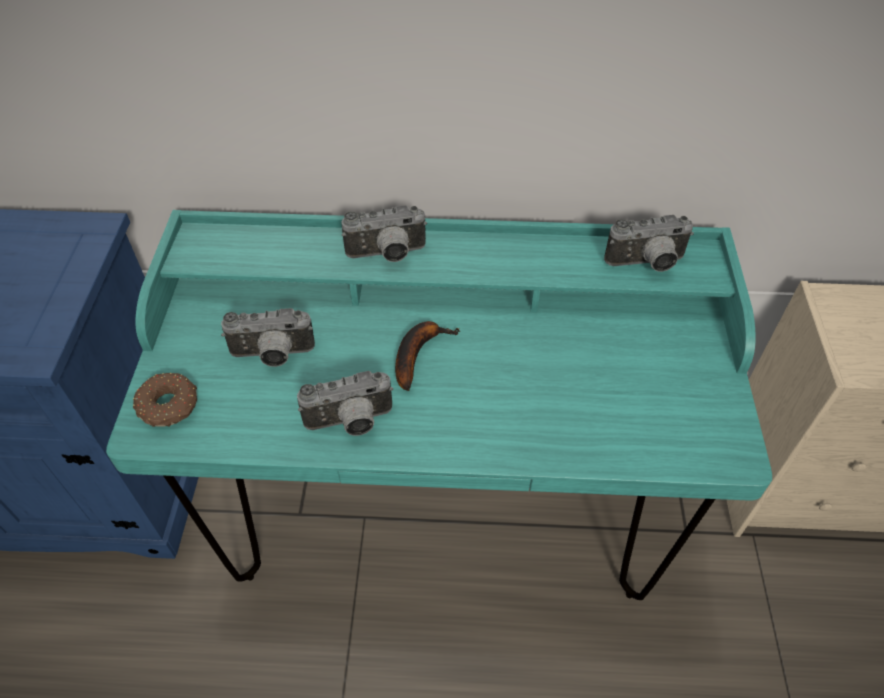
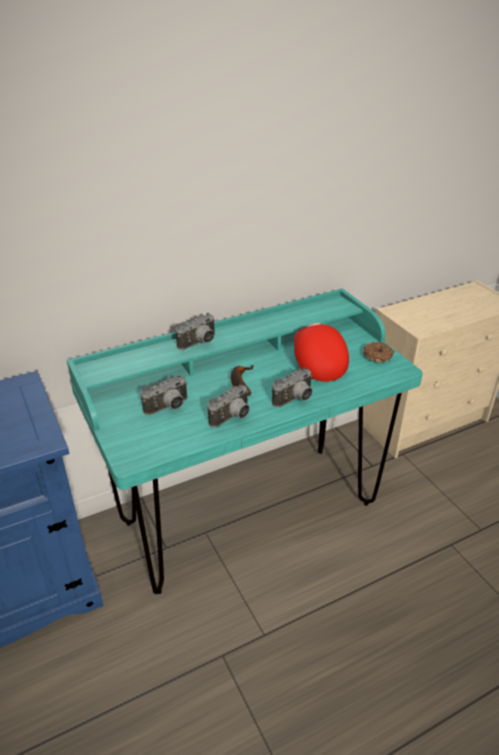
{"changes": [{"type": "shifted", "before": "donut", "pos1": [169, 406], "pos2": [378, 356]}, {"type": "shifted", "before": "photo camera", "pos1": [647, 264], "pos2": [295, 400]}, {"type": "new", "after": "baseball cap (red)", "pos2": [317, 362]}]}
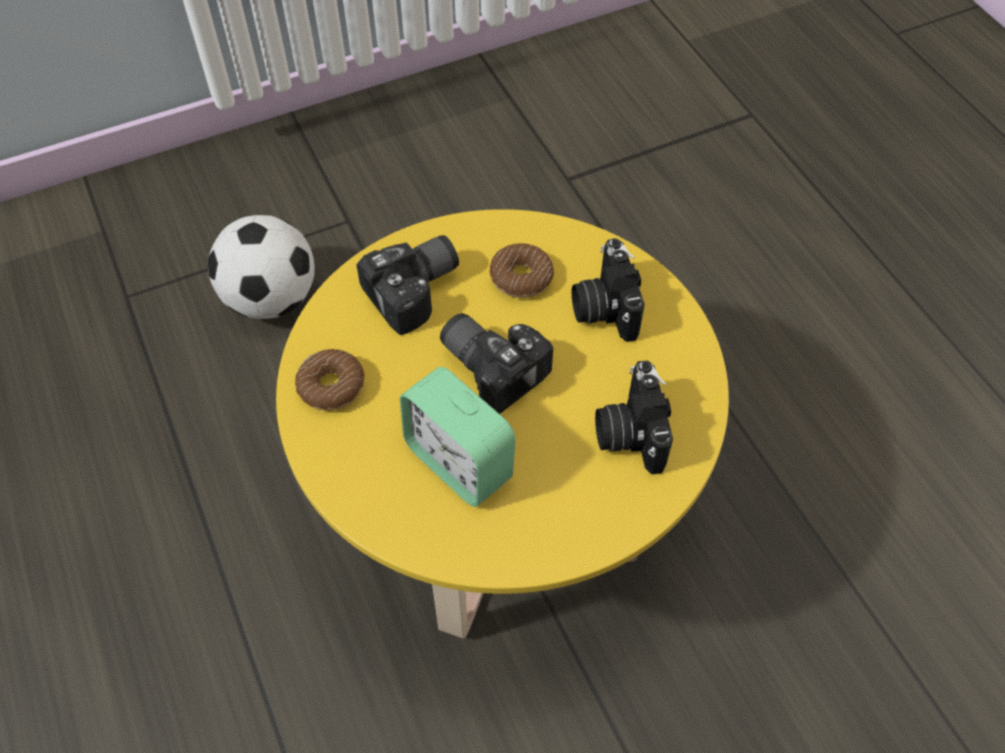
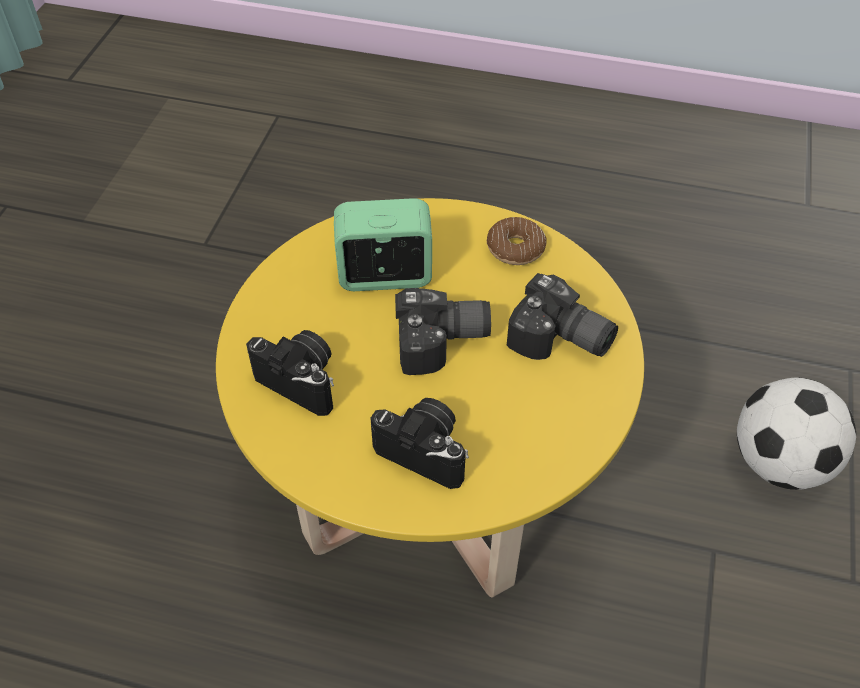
{"changes": [{"type": "rotated", "before": "photo camera", "pos1": [417, 292], "pos2": [560, 341], "turn": -60}, {"type": "gone", "before": "donut", "pos1": [521, 277]}]}
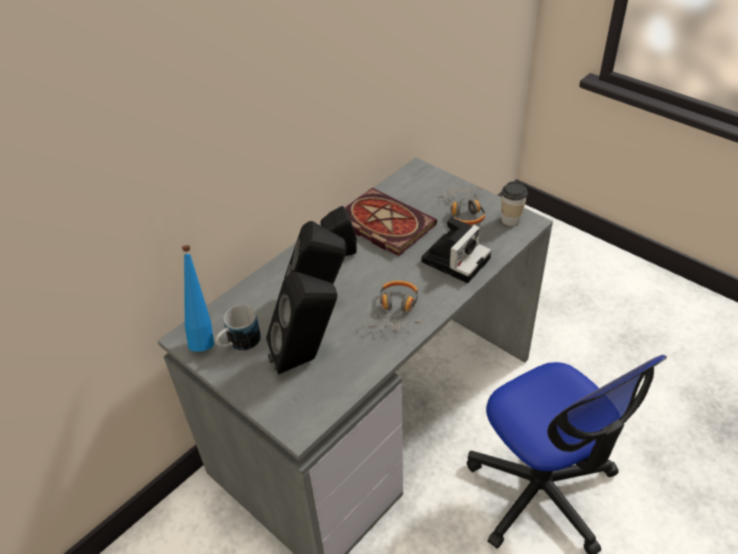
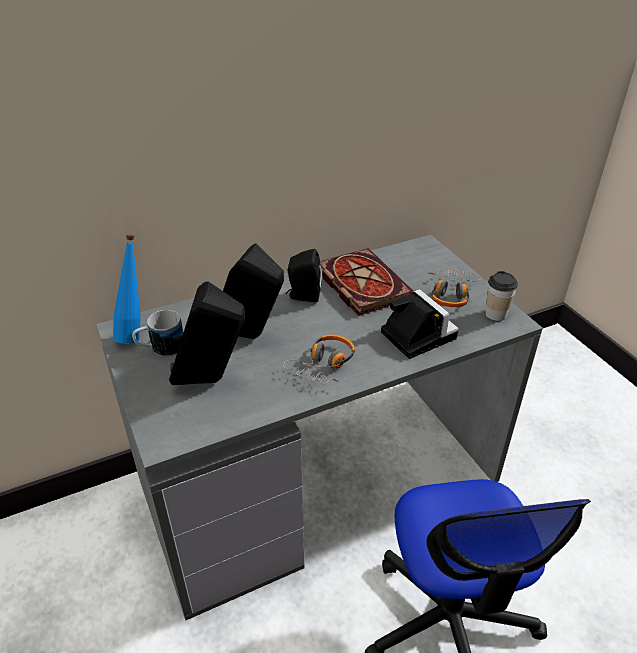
{"changes": [{"type": "rotated", "before": "photo camera", "pos1": [456, 258], "pos2": [416, 334], "turn": -90}]}
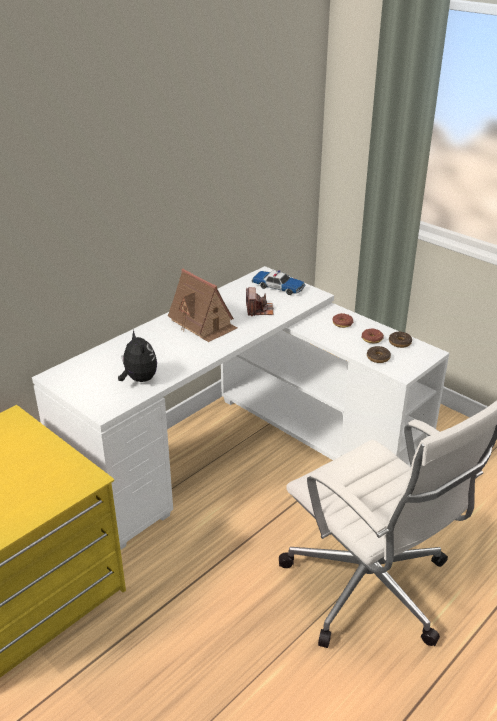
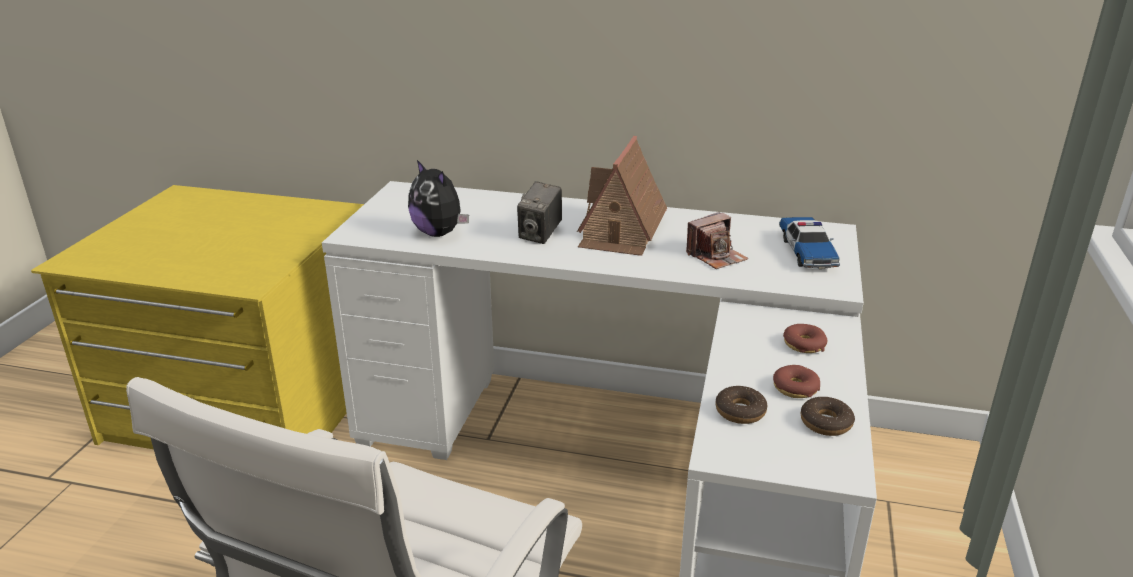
{"changes": [{"type": "rotated", "before": "plush toy", "pos1": [139, 379], "pos2": [439, 233], "turn": 105}, {"type": "new", "after": "photo camera", "pos2": [540, 235]}]}
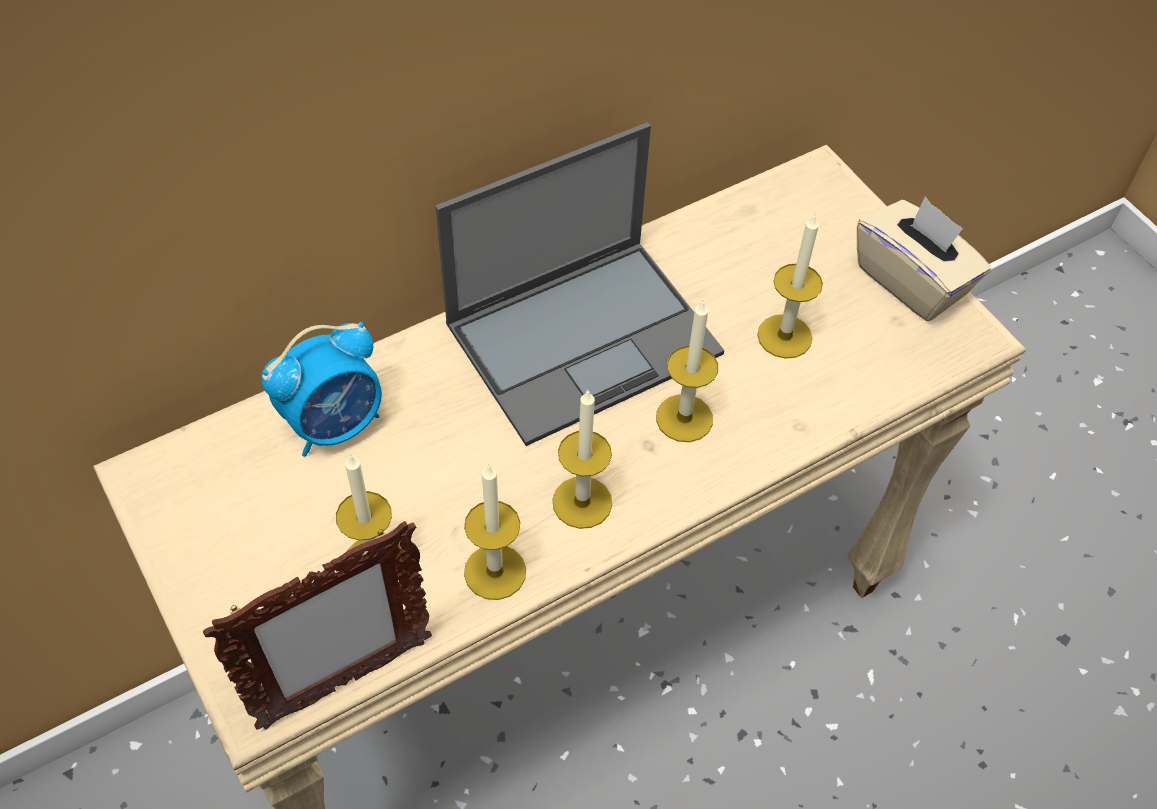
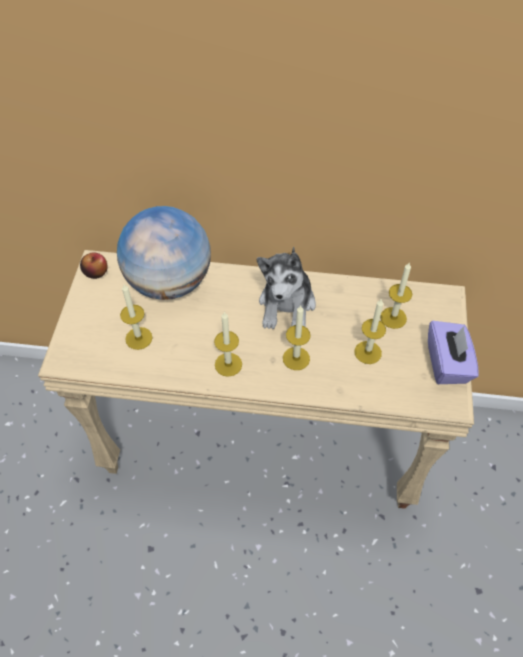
{"changes": [{"type": "gone", "before": "standing frame", "pos1": [344, 683]}, {"type": "swapped", "before": "table clock", "after": "world globe", "pos1": [335, 423], "pos2": [170, 282]}, {"type": "swapped", "before": "laptop", "after": "plush toy", "pos1": [586, 337], "pos2": [287, 305]}, {"type": "shifted", "before": "candle", "pos1": [495, 572], "pos2": [393, 317]}, {"type": "repainted", "before": "box of tissues (sand-coloured)", "after": "box of tissues (purple)", "pos1": [912, 280], "pos2": [447, 363]}, {"type": "new", "after": "apple", "pos2": [96, 272]}]}
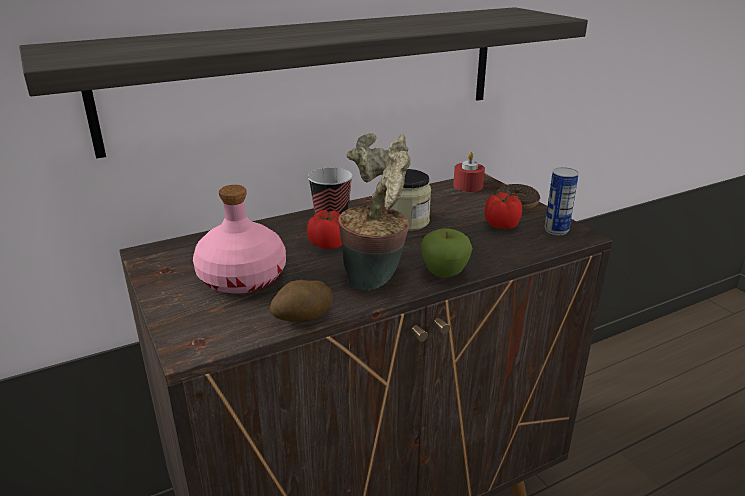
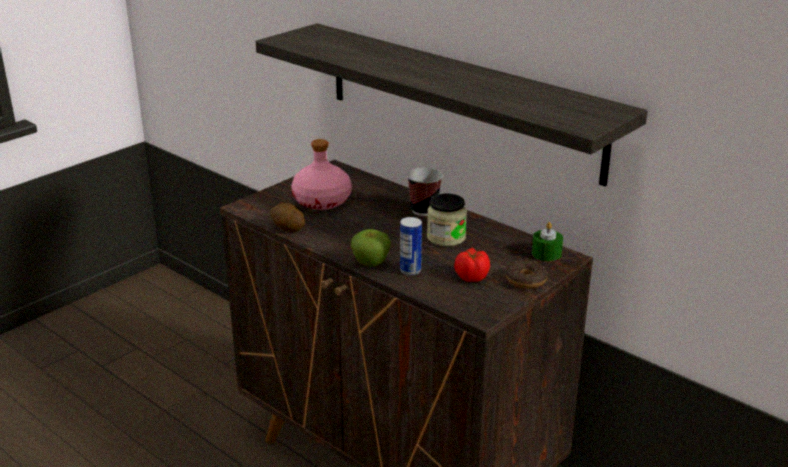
{"changes": [{"type": "gone", "before": "tomato", "pos1": [328, 244]}, {"type": "gone", "before": "houseplant", "pos1": [376, 279]}, {"type": "repainted", "before": "candle (red)", "after": "candle (green-coloured)", "pos1": [468, 186], "pos2": [546, 253]}, {"type": "shifted", "before": "can", "pos1": [556, 230], "pos2": [410, 270]}]}
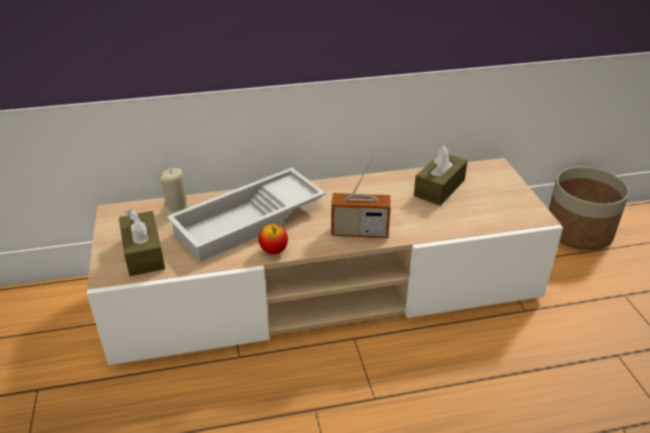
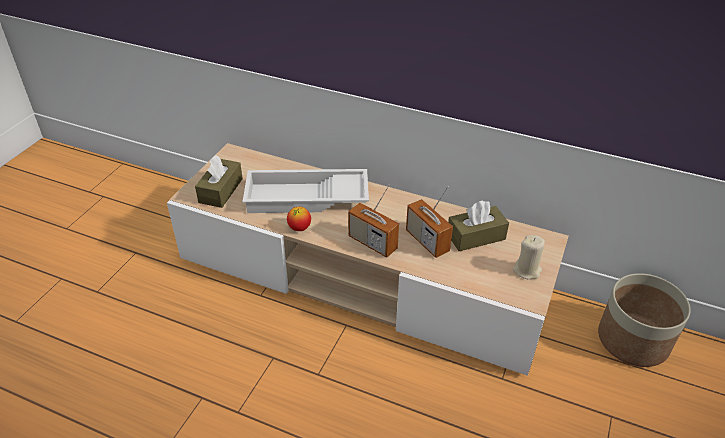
{"changes": [{"type": "shifted", "before": "candle (sand-coloured)", "pos1": [177, 209], "pos2": [527, 270]}, {"type": "new", "after": "radio receiver", "pos2": [427, 241]}]}
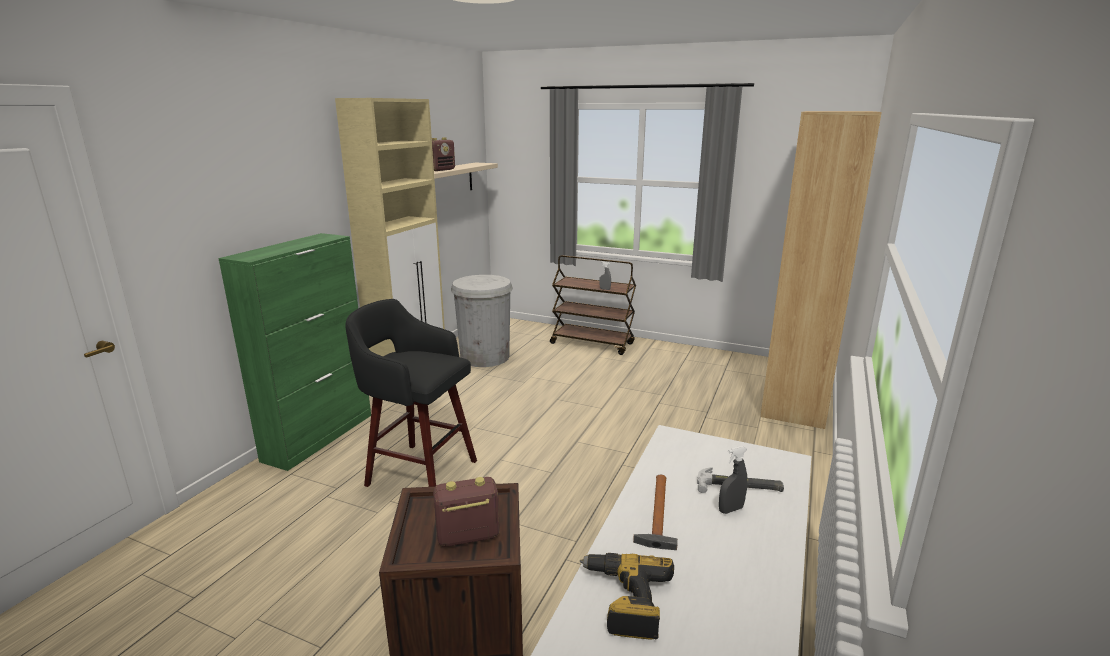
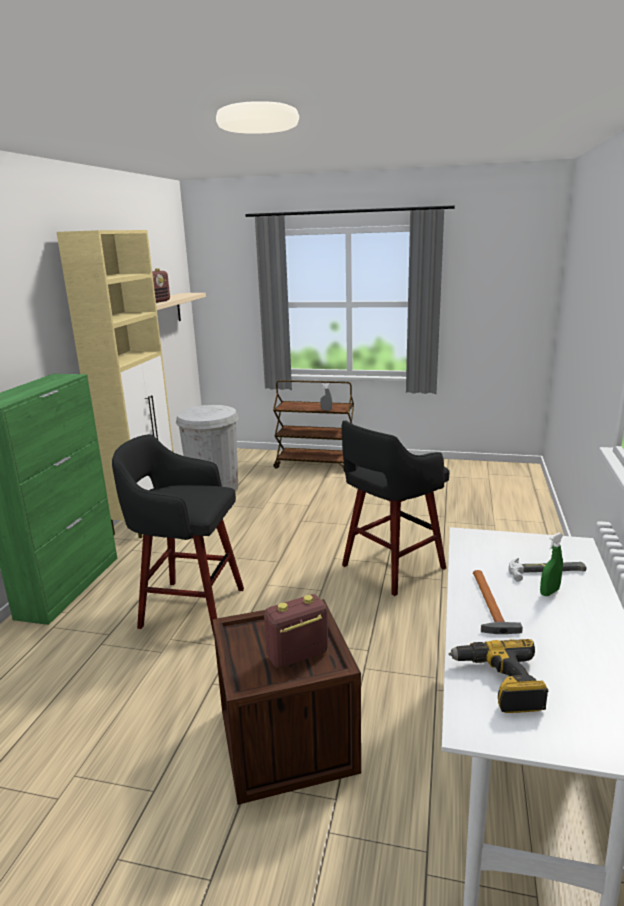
{"changes": [{"type": "repainted", "before": "spray bottle (gray)", "after": "spray bottle (green-coloured)", "pos1": [730, 509], "pos2": [549, 592]}, {"type": "gone", "before": "bookcase (brown)", "pos1": [795, 394]}, {"type": "new", "after": "stool seat (blackish)", "pos2": [390, 568]}]}
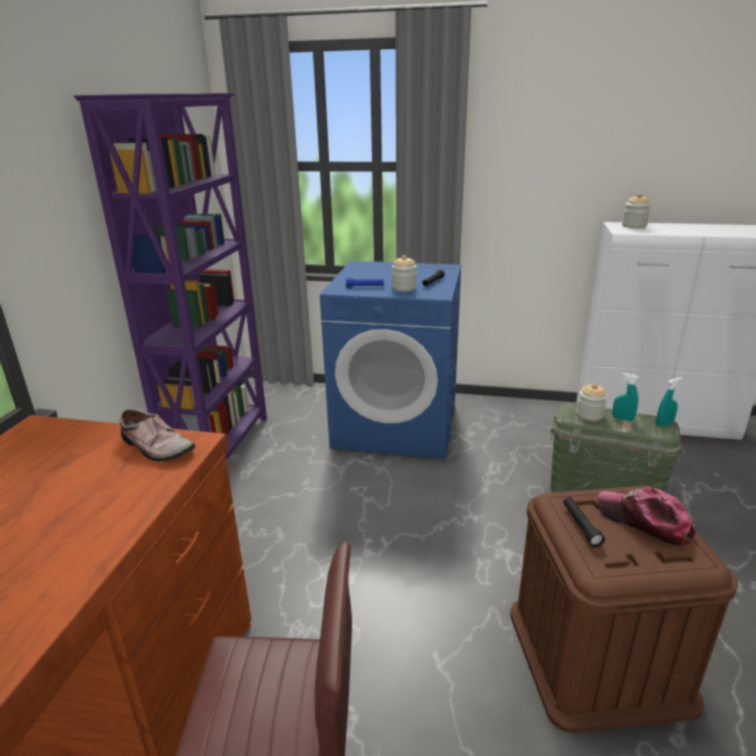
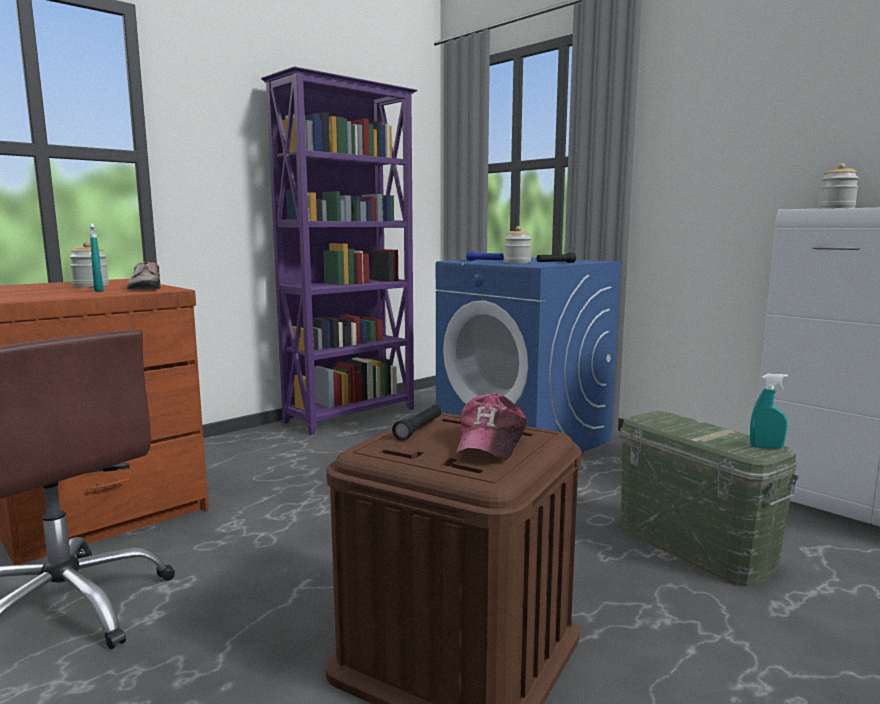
{"changes": [{"type": "shifted", "before": "preserve jar", "pos1": [589, 415], "pos2": [91, 285]}, {"type": "rotated", "before": "baseball cap", "pos1": [644, 521], "pos2": [491, 442], "turn": -150}, {"type": "shifted", "before": "spray bottle (turquoise)", "pos1": [622, 419], "pos2": [98, 291]}]}
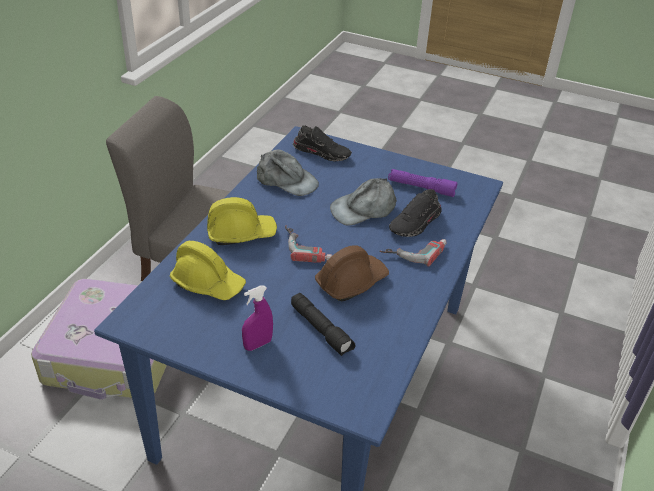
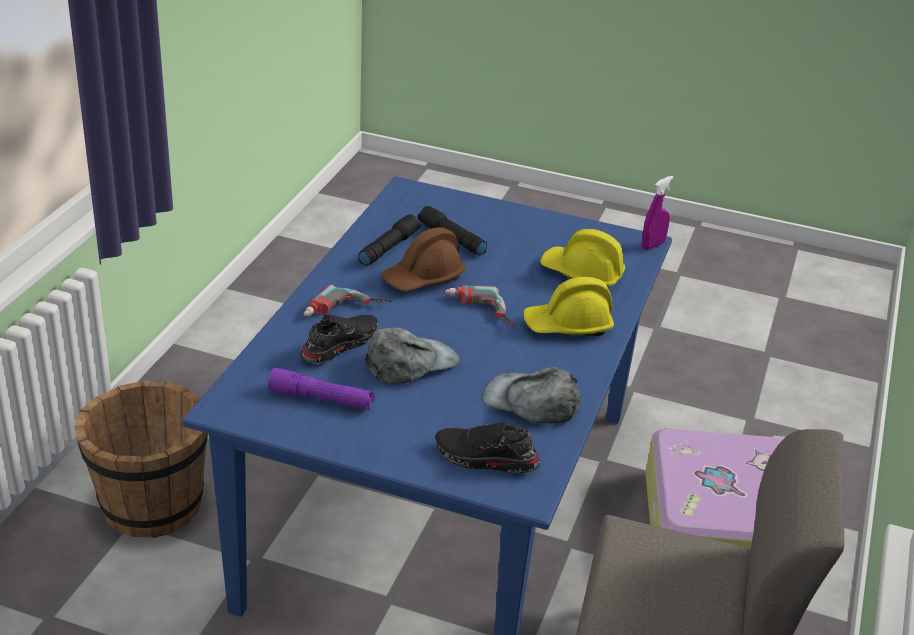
{"changes": [{"type": "shifted", "before": "spray bottle (purple)", "pos1": [258, 344], "pos2": [653, 245]}, {"type": "new", "after": "water bucket (brown)", "pos2": [151, 505]}, {"type": "new", "after": "flashlight (blackish)", "pos2": [388, 247]}]}
